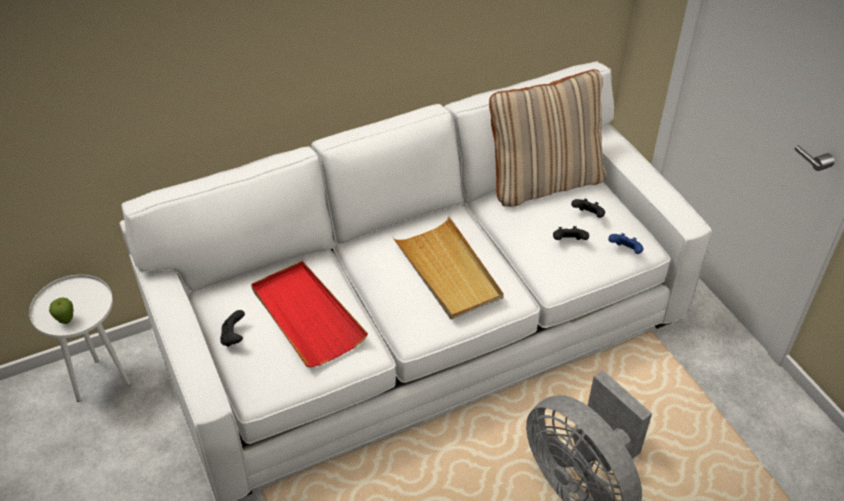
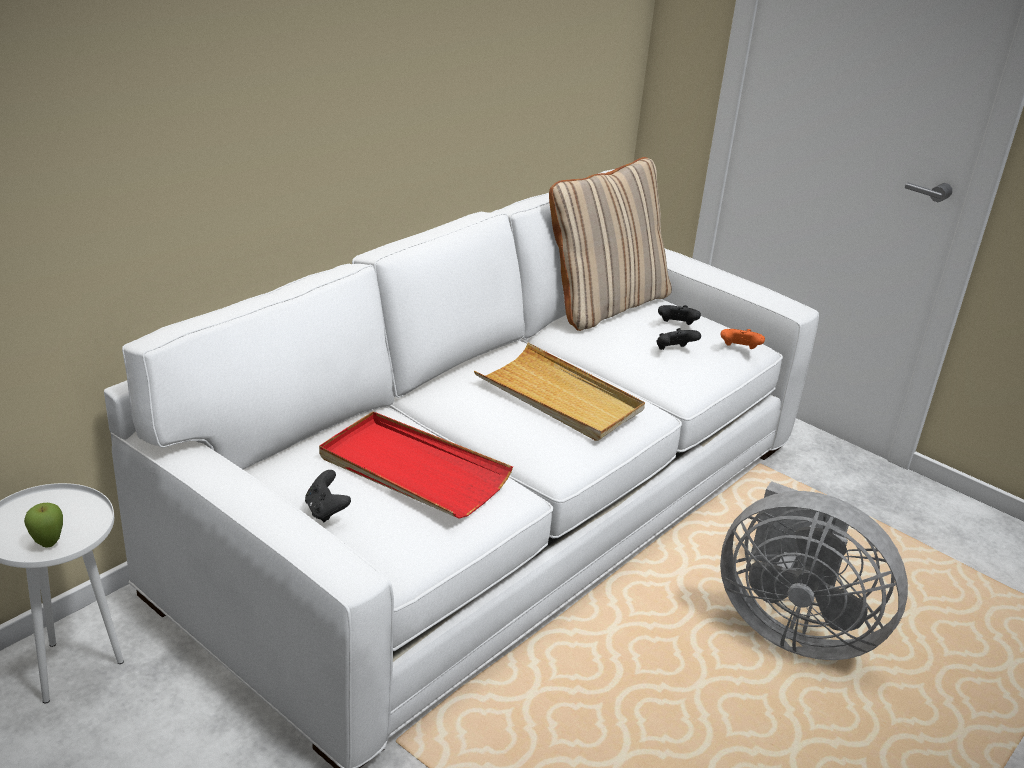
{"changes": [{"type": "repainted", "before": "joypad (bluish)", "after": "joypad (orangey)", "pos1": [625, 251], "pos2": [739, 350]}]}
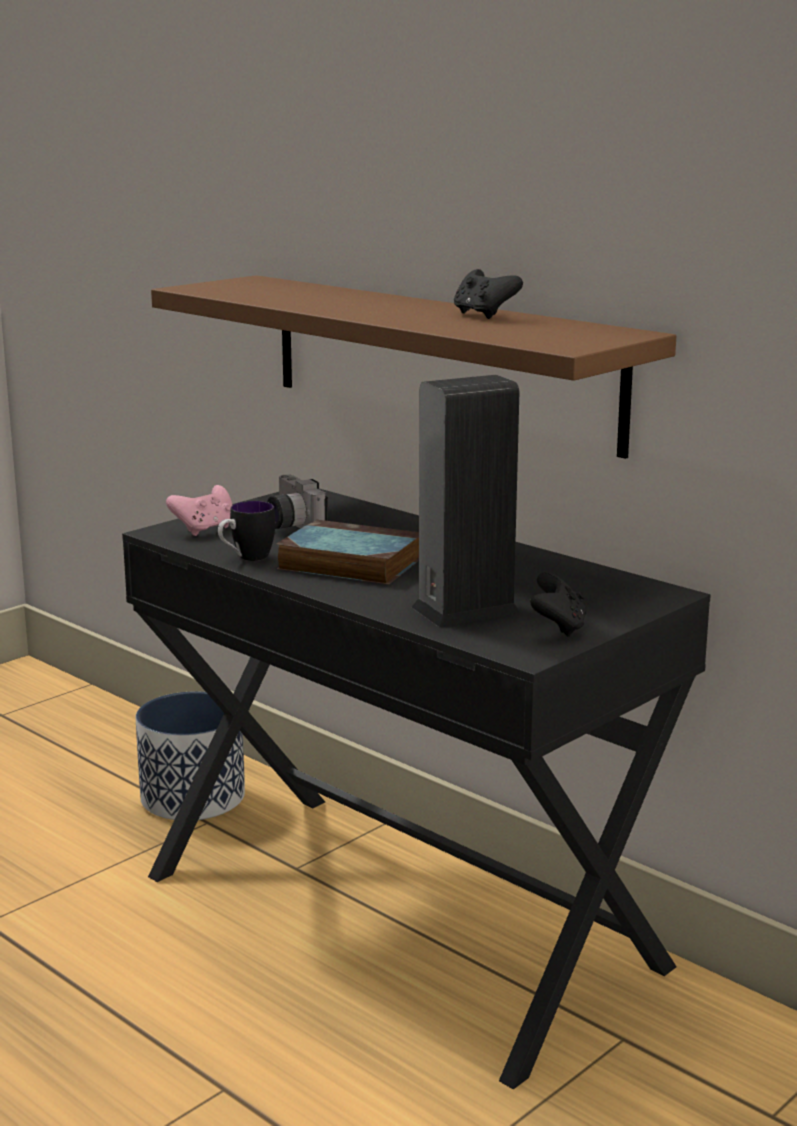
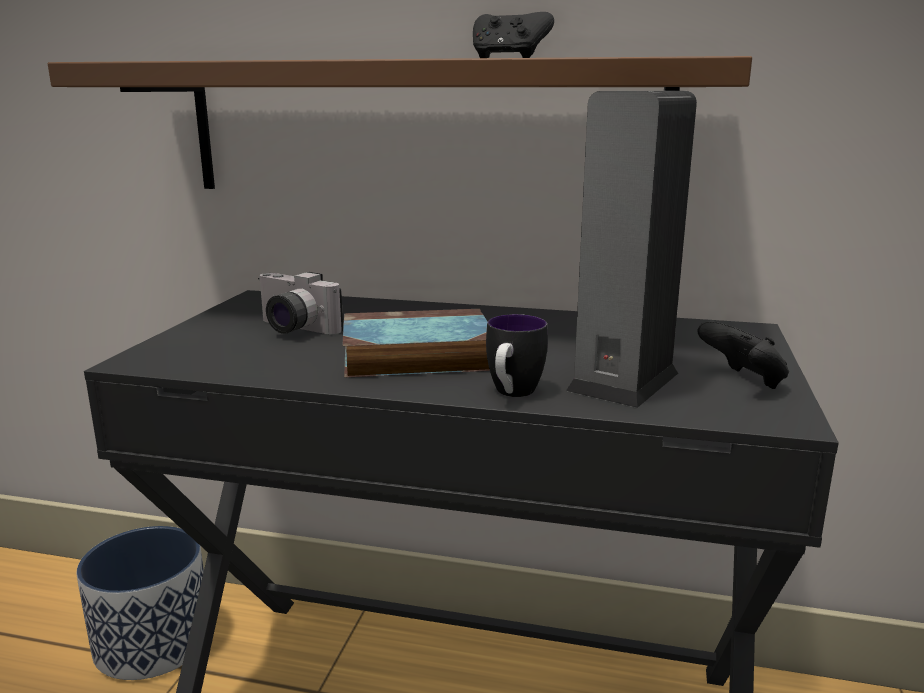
{"changes": [{"type": "gone", "before": "joypad (pink-coloured)", "pos1": [205, 529]}, {"type": "shifted", "before": "mug", "pos1": [246, 558], "pos2": [512, 394]}]}
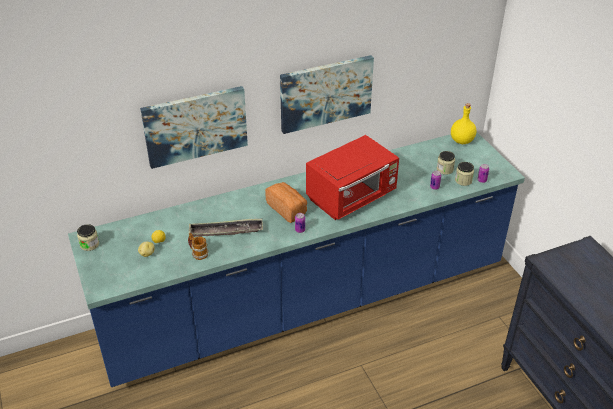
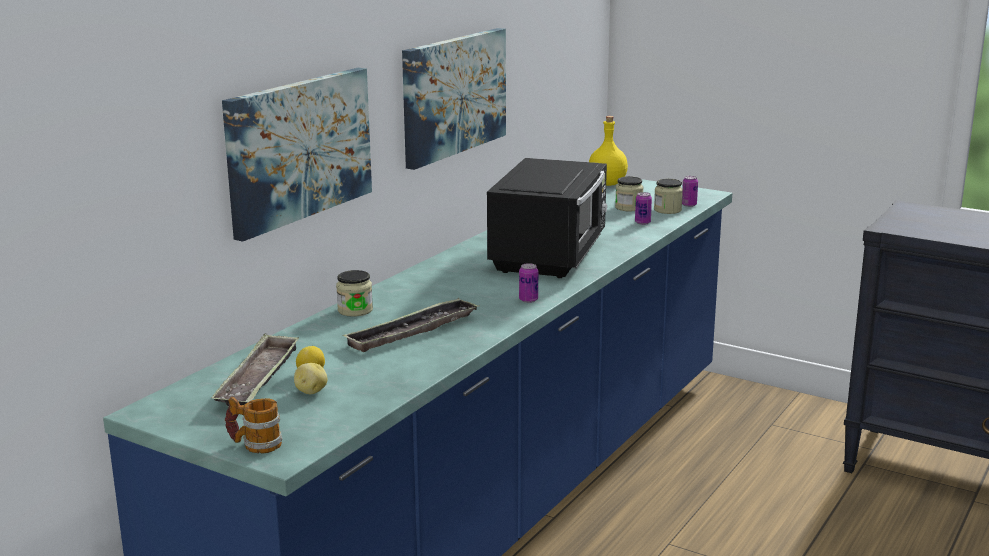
{"changes": [{"type": "shifted", "before": "preserve jar", "pos1": [89, 244], "pos2": [355, 310]}, {"type": "shifted", "before": "mug", "pos1": [198, 253], "pos2": [255, 444]}, {"type": "gone", "before": "baked bread", "pos1": [287, 209]}, {"type": "repainted", "before": "kitchen microwave (red)", "after": "kitchen microwave (blackish)", "pos1": [352, 197], "pos2": [550, 255]}, {"type": "new", "after": "serving tray", "pos2": [259, 378]}]}
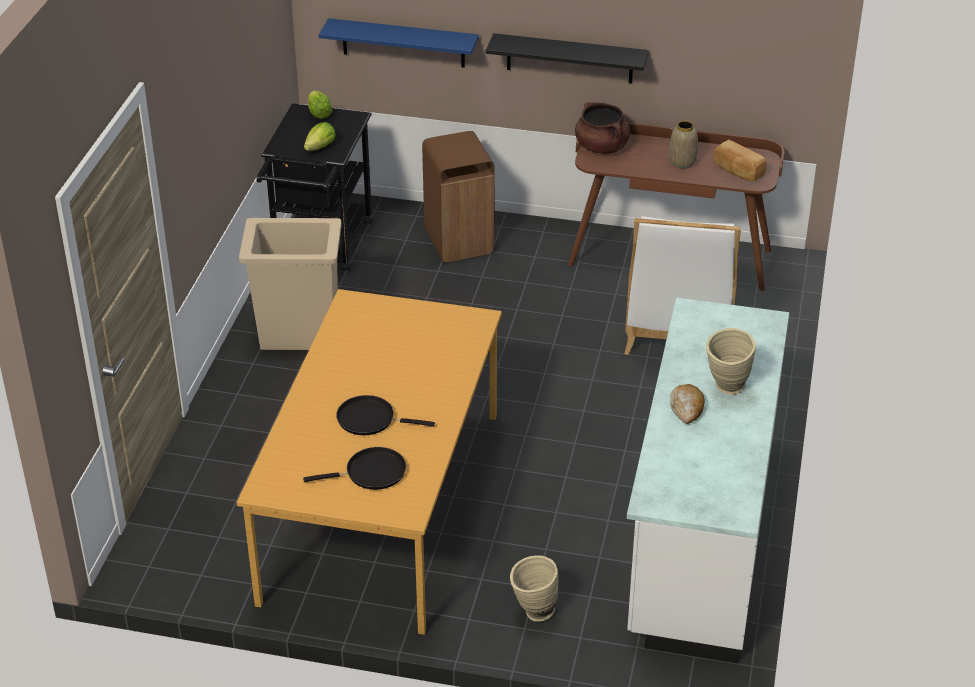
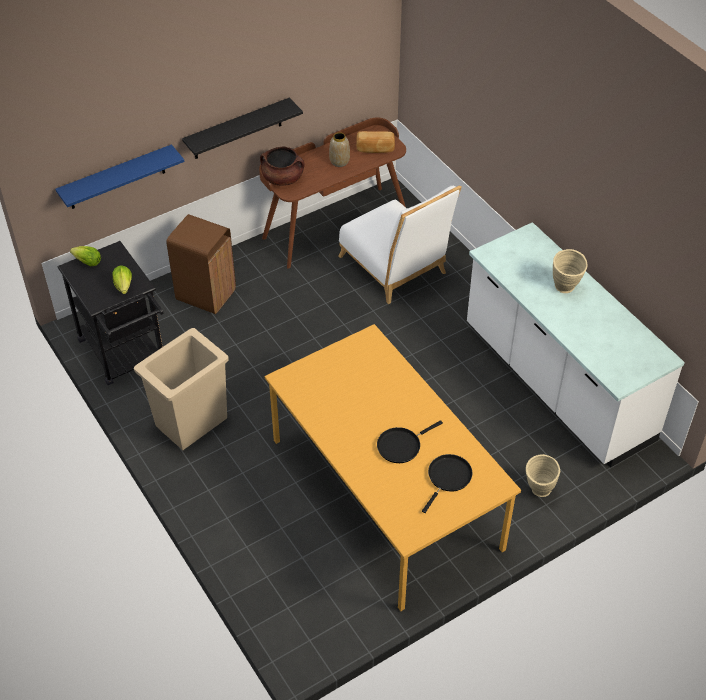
{"changes": [{"type": "gone", "before": "baked bread", "pos1": [687, 408]}]}
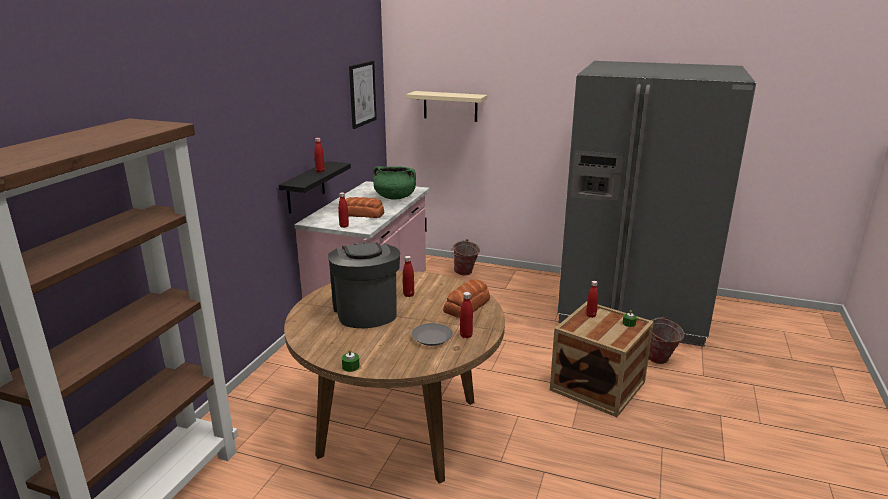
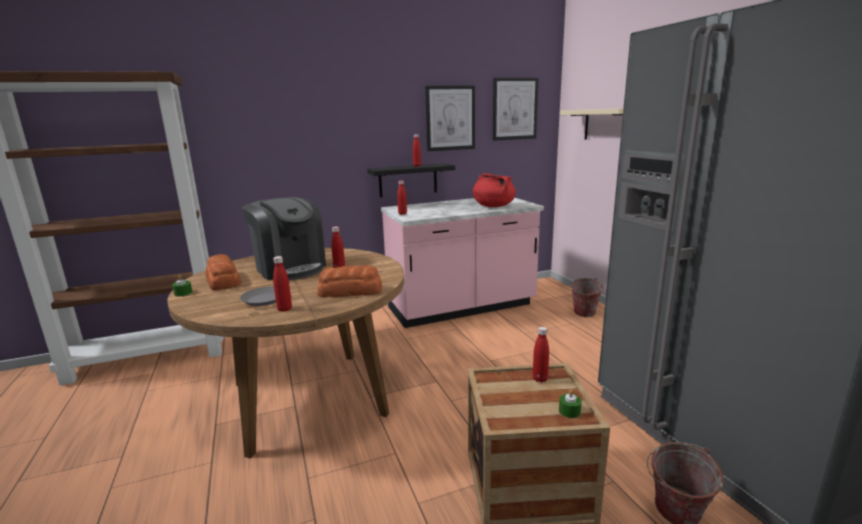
{"changes": [{"type": "rotated", "before": "coffee brewer", "pos1": [365, 310], "pos2": [290, 268], "turn": 105}, {"type": "shifted", "before": "baked bread", "pos1": [362, 214], "pos2": [223, 280]}, {"type": "repainted", "before": "cooking pot (green-coloured)", "after": "cooking pot (red)", "pos1": [394, 197], "pos2": [493, 206]}, {"type": "new", "after": "picture", "pos2": [450, 118]}]}
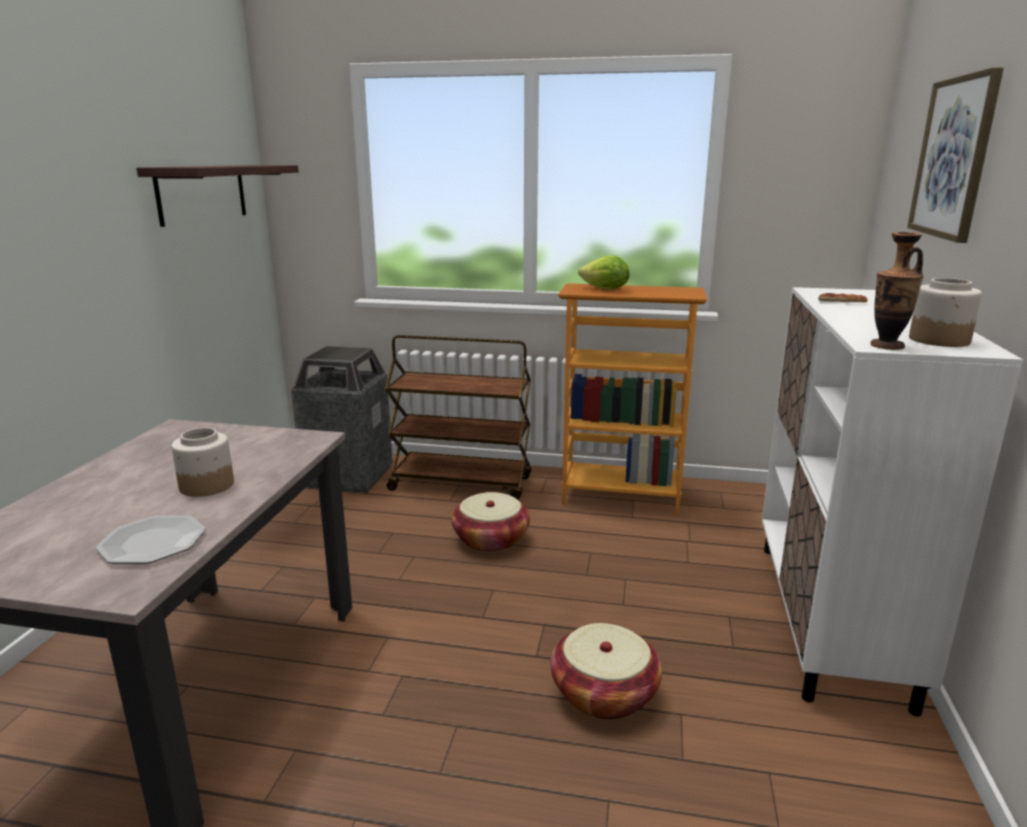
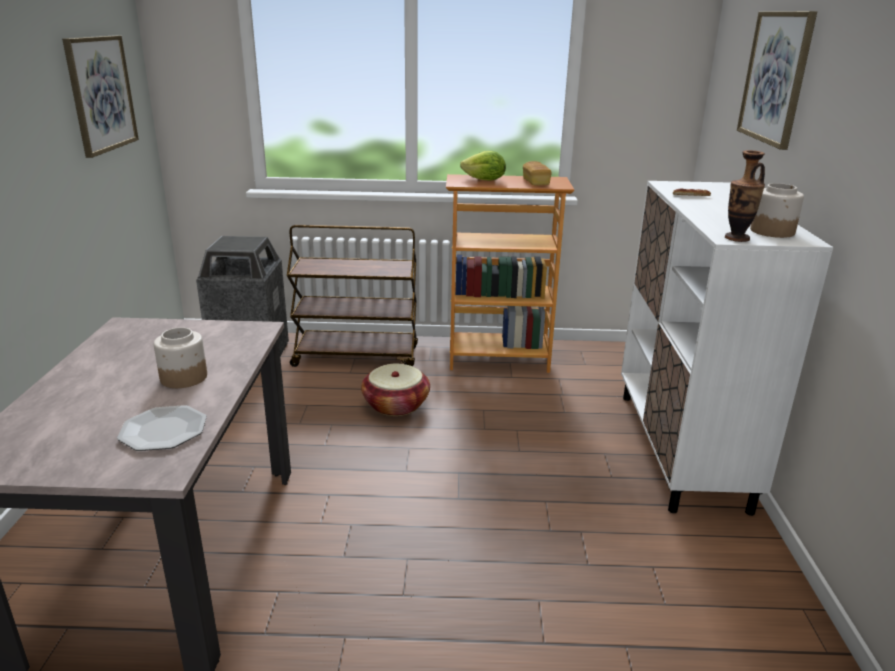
{"changes": [{"type": "swapped", "before": "wall shelf", "after": "picture", "pos1": [202, 193], "pos2": [101, 94]}, {"type": "gone", "before": "storage basket", "pos1": [604, 693]}, {"type": "new", "after": "baked bread", "pos2": [536, 183]}]}
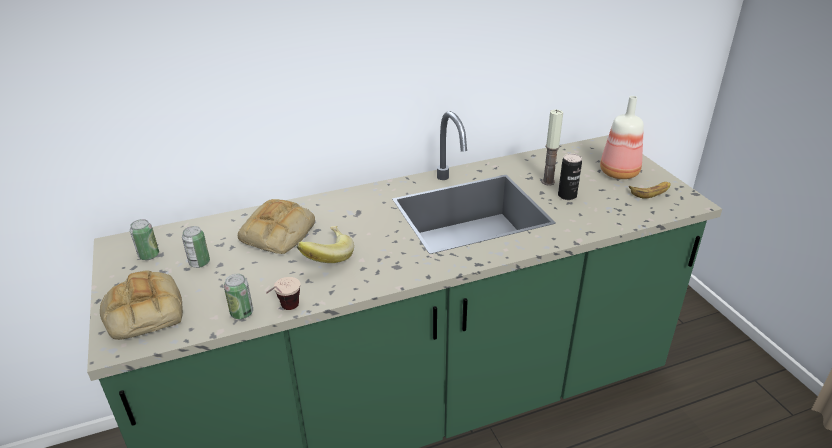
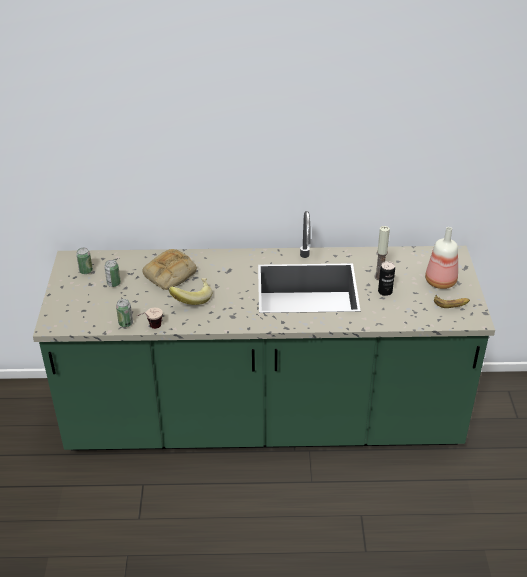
{"changes": [{"type": "gone", "before": "baked bread", "pos1": [143, 311]}]}
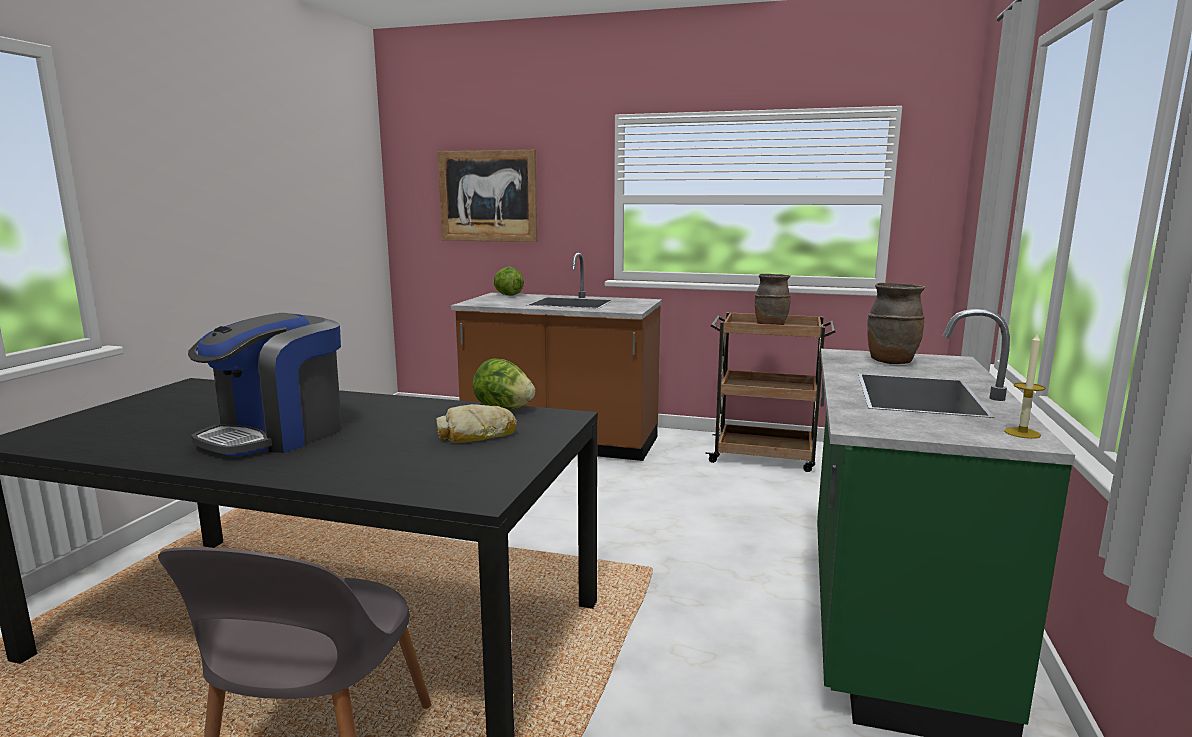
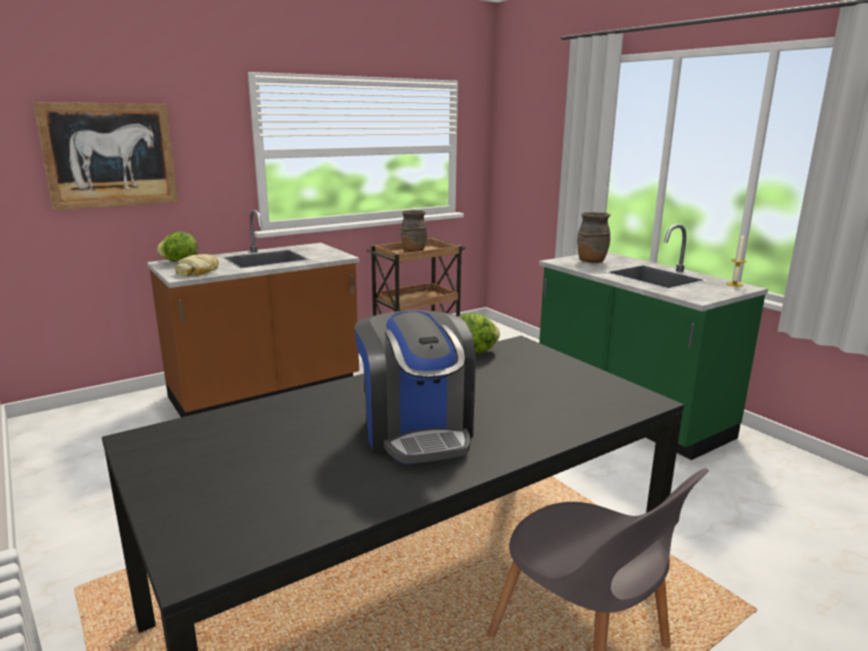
{"changes": [{"type": "shifted", "before": "baked bread", "pos1": [477, 434], "pos2": [199, 271]}]}
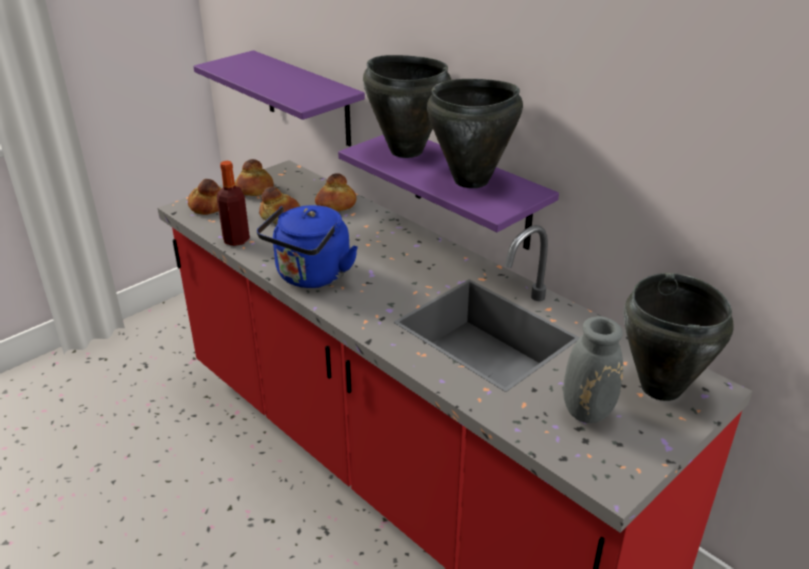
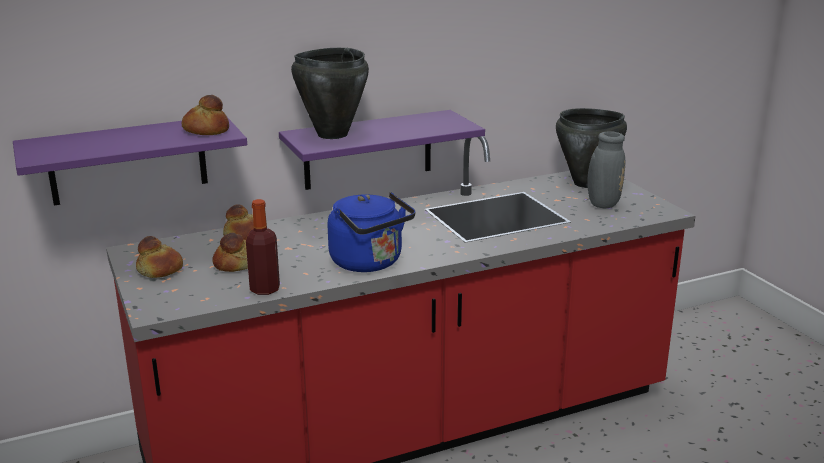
{"changes": [{"type": "shifted", "before": "baked bread", "pos1": [209, 206], "pos2": [206, 130]}, {"type": "gone", "before": "cooking pot (blackish)", "pos1": [471, 181]}]}
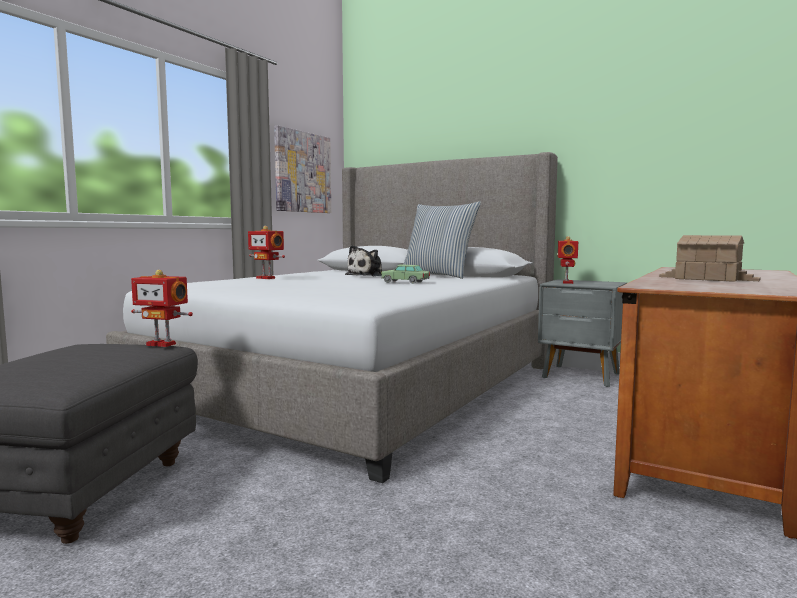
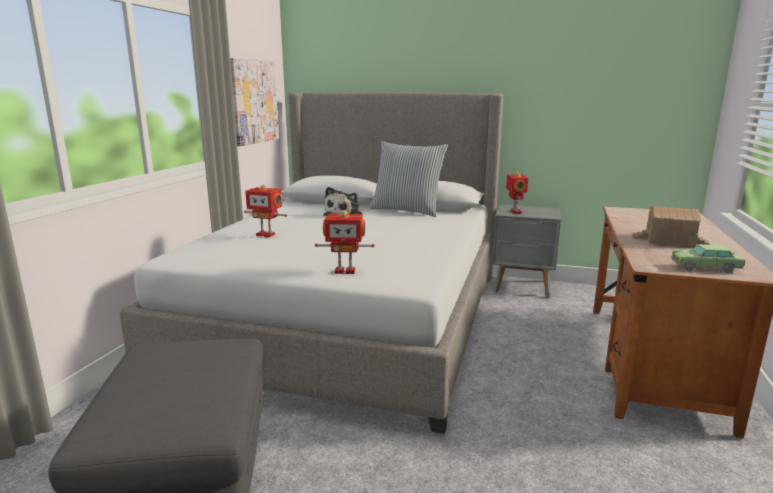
{"changes": [{"type": "shifted", "before": "robot figure", "pos1": [162, 344], "pos2": [345, 271]}, {"type": "shifted", "before": "model car", "pos1": [405, 282], "pos2": [705, 268]}]}
